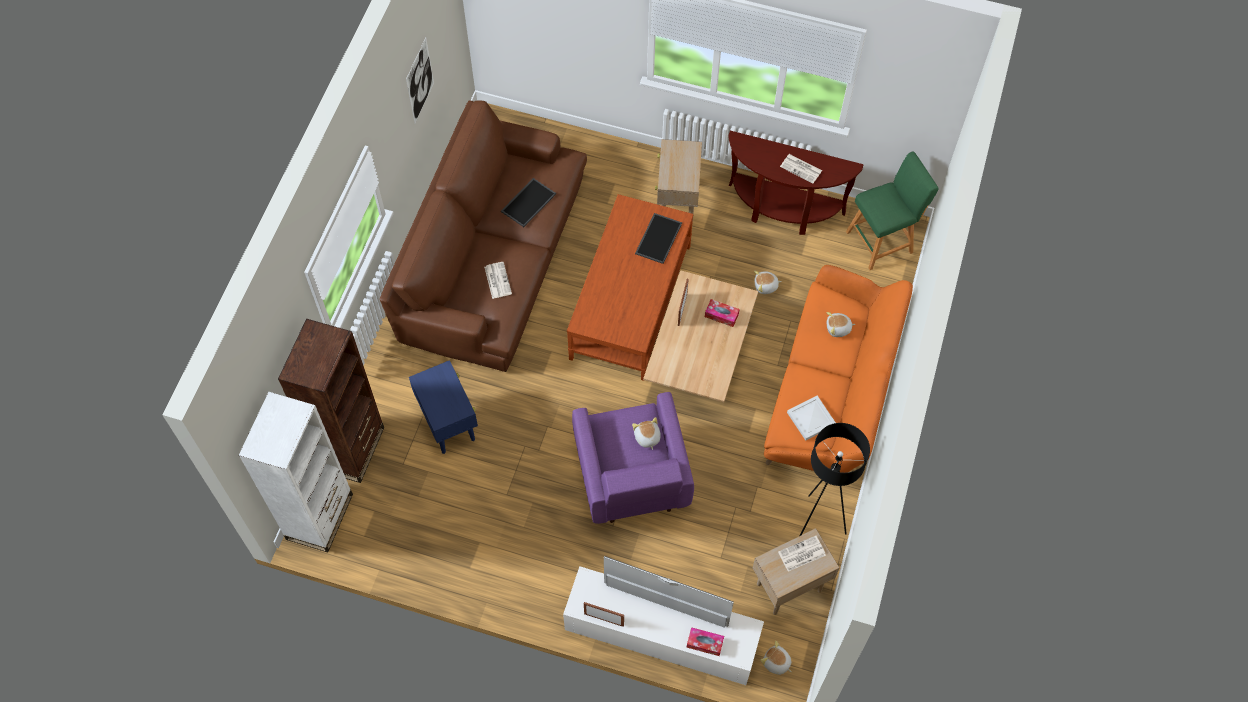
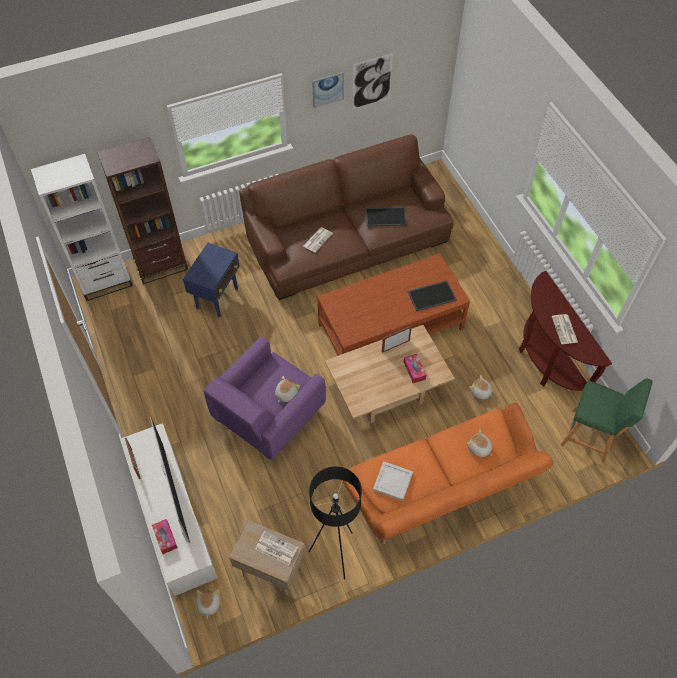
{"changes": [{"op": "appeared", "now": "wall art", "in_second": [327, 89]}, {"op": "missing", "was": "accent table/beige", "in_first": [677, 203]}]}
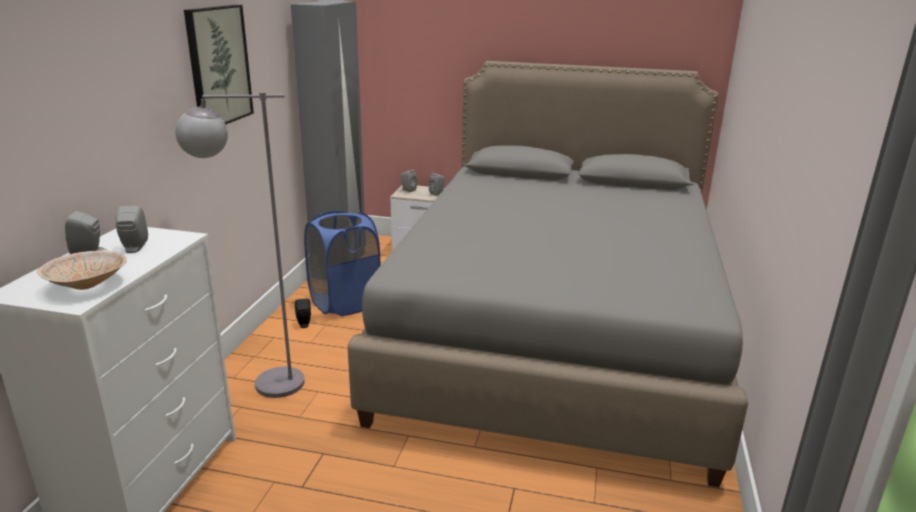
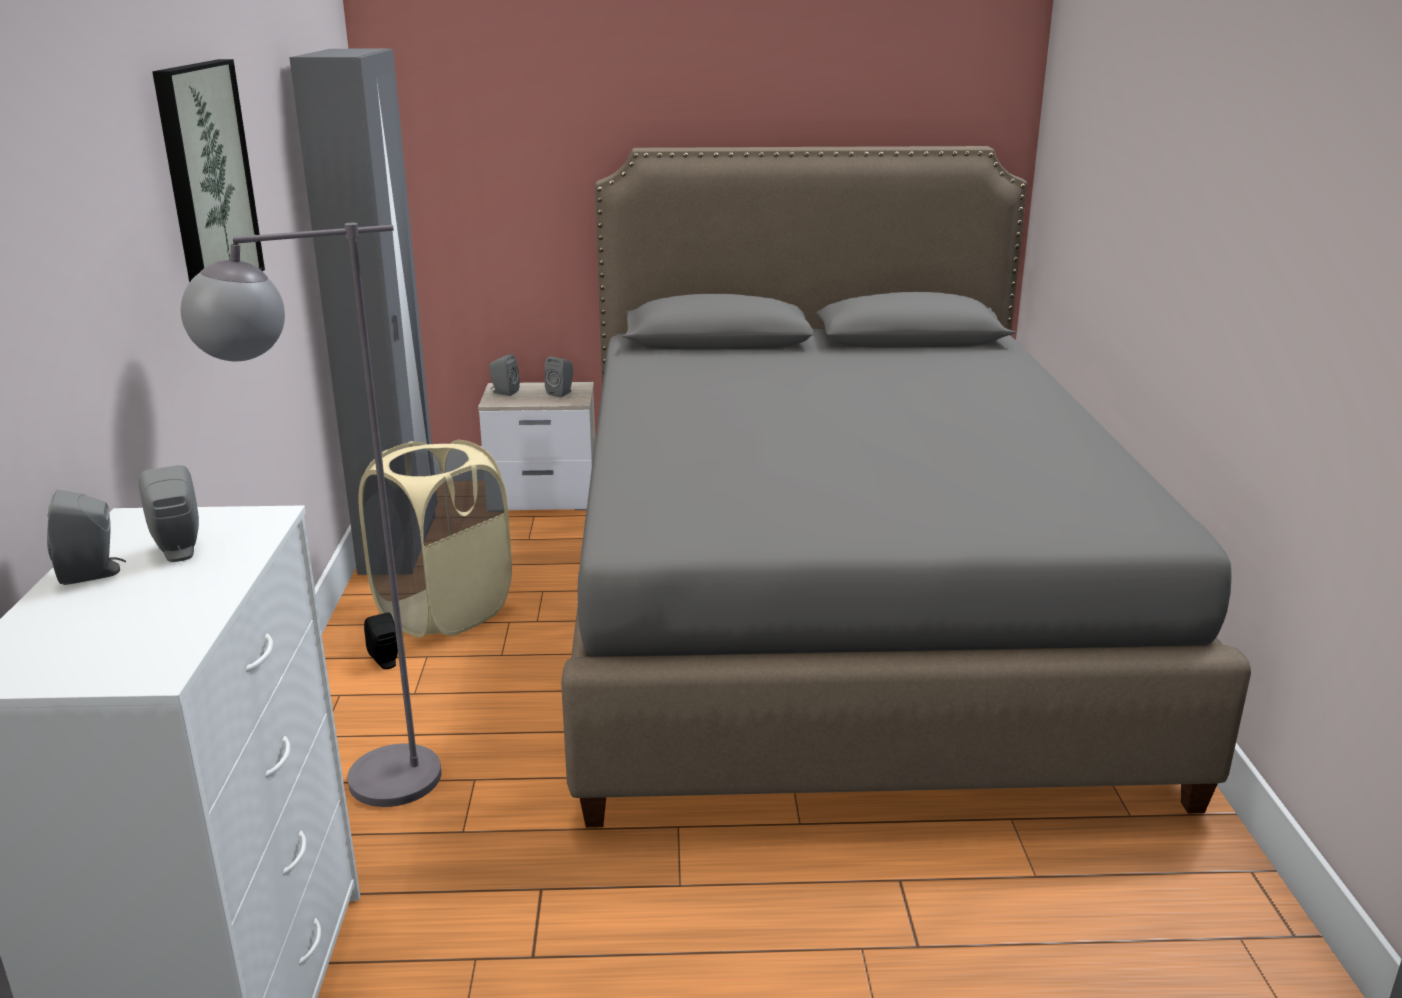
{"changes": [{"op": "colour", "was": "washing basket/blue-coloured", "now": "washing basket/beige", "in_first": [345, 303], "in_second": [444, 611]}, {"op": "missing", "was": "serving bowl/beige", "in_first": [88, 284]}]}
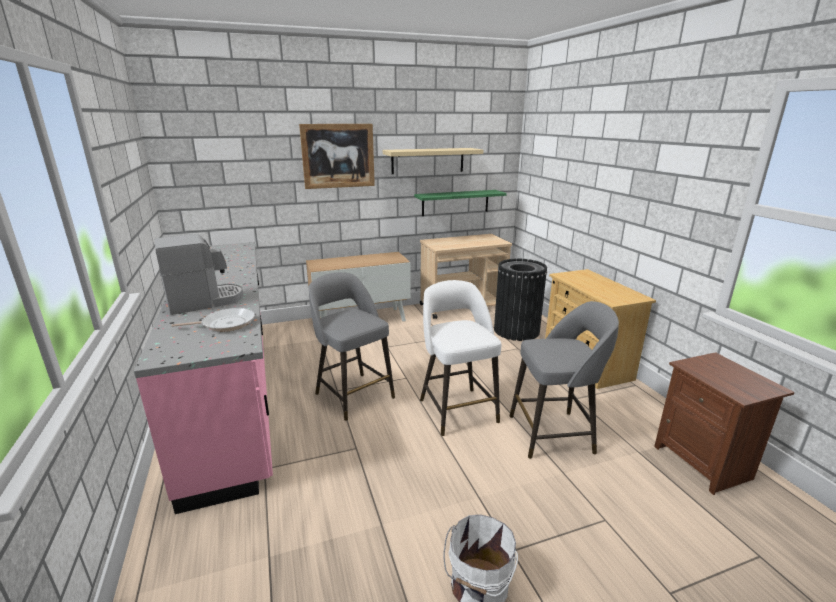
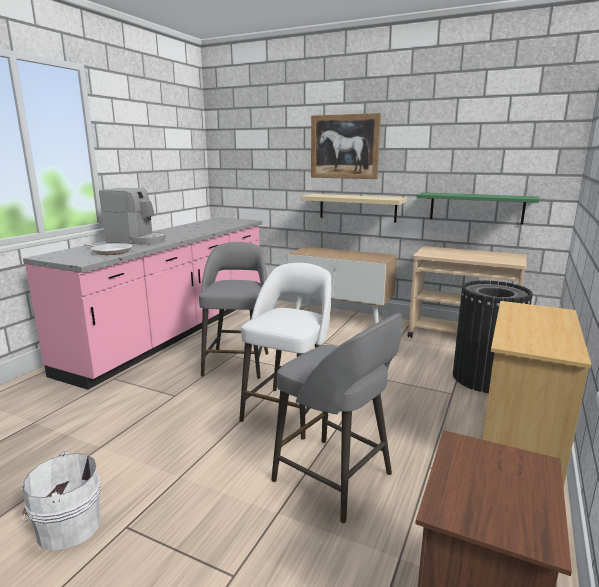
{"changes": [{"op": "relocated", "was": "bracket shelf/beige", "in_first": [428, 160], "in_second": [357, 207]}]}
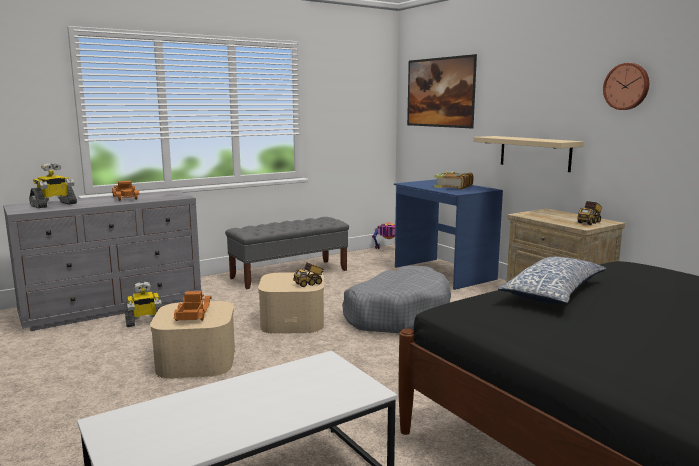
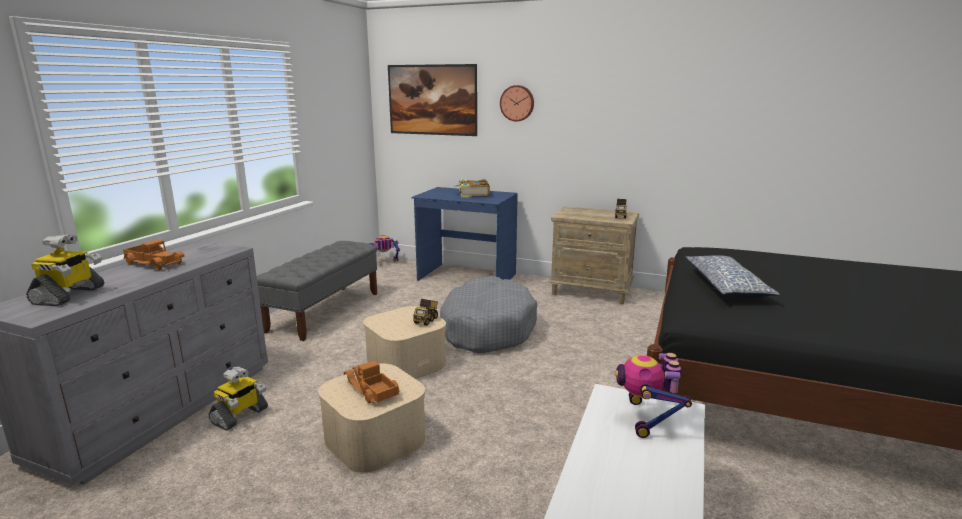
{"changes": [{"op": "relocated", "was": "hanging clock", "in_first": [627, 86], "in_second": [517, 103]}, {"op": "appeared", "now": "toy robot", "in_second": [648, 419]}, {"op": "missing", "was": "bracket shelf/beige", "in_first": [534, 153]}]}
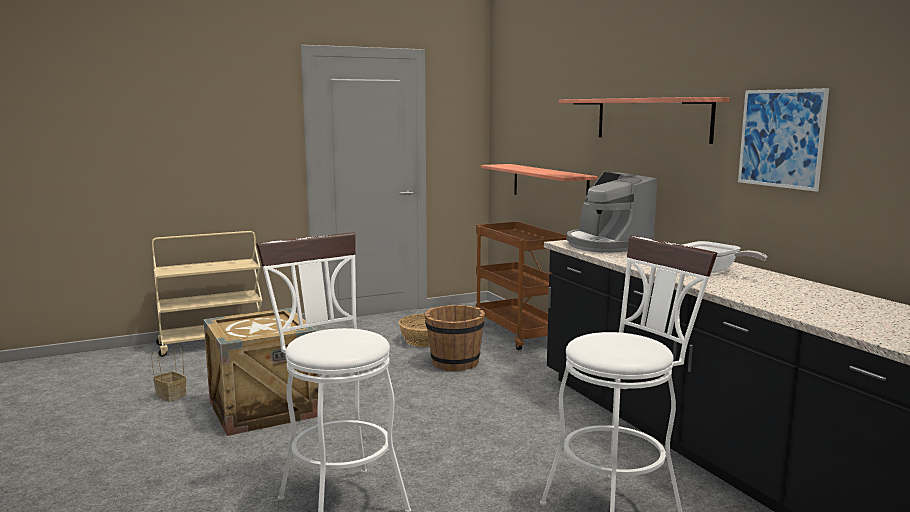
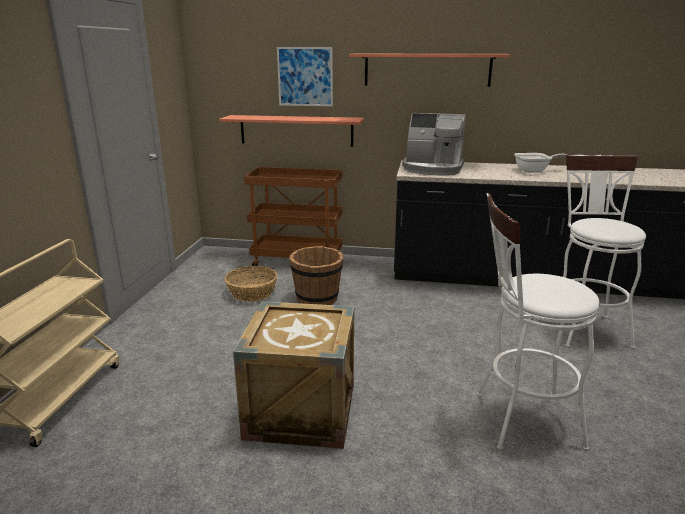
{"changes": [{"op": "relocated", "was": "wall art", "in_first": [781, 138], "in_second": [305, 76]}, {"op": "missing", "was": "basket", "in_first": [170, 395]}]}
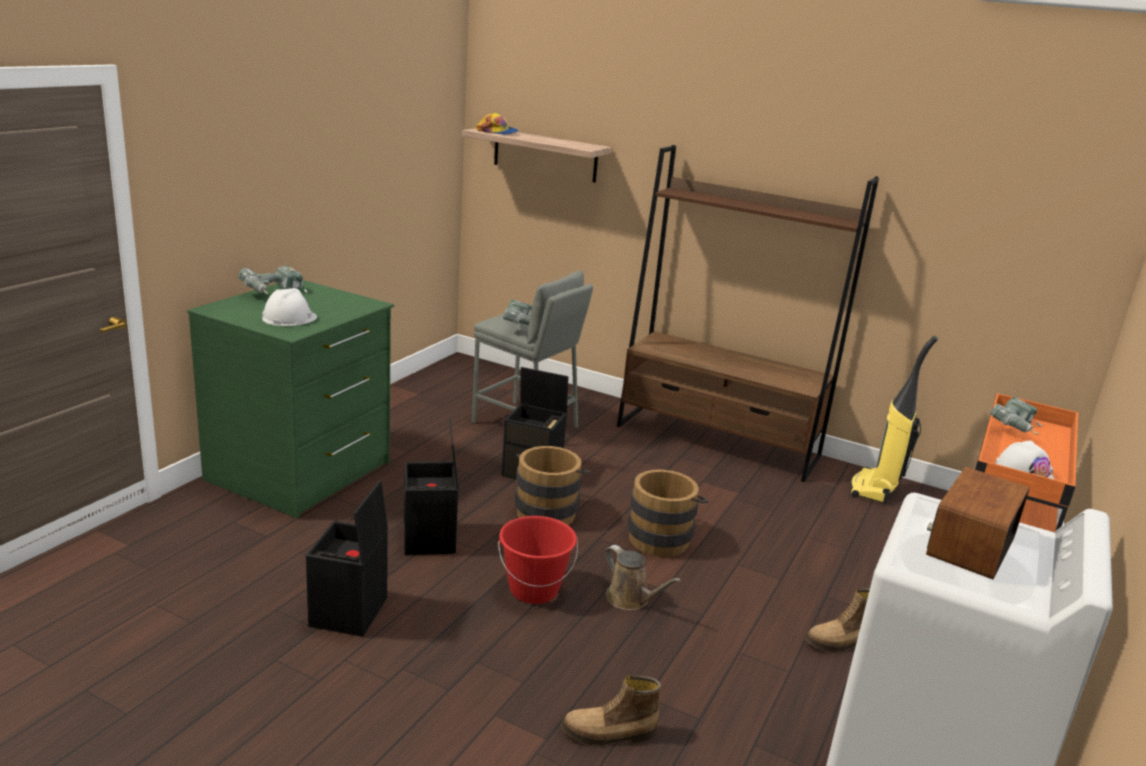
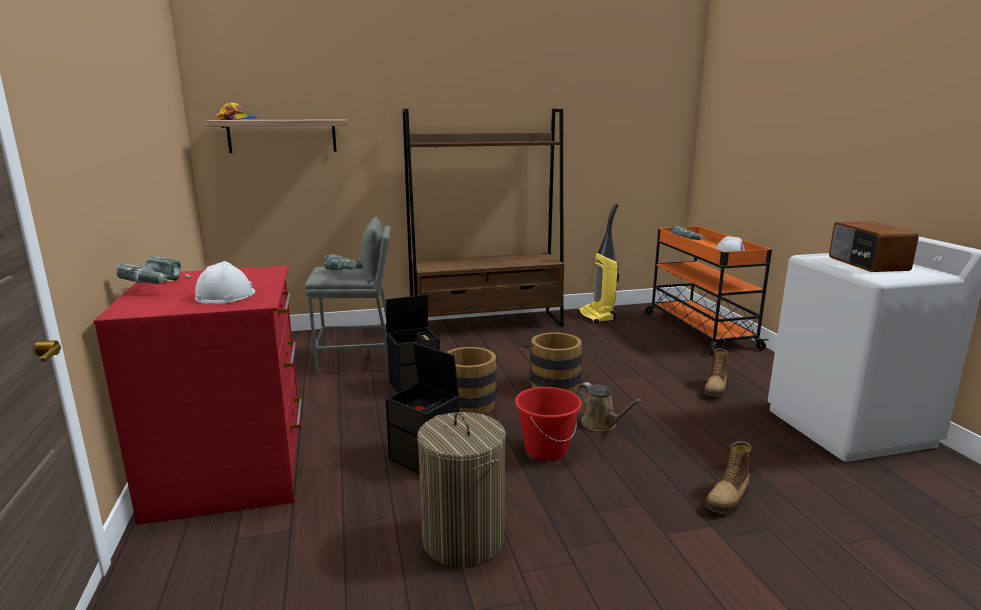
{"changes": [{"op": "colour", "was": "drawer chest/green", "now": "drawer chest/red", "in_first": [301, 472], "in_second": [233, 469]}, {"op": "exchanged", "was": "storage container/blackish", "now": "washing basket", "in_first": [349, 613], "in_second": [463, 539]}, {"op": "spun", "was": "watering can/brown-coloured", "in_first": [630, 599], "in_second": [601, 424], "clockwise": 45}]}
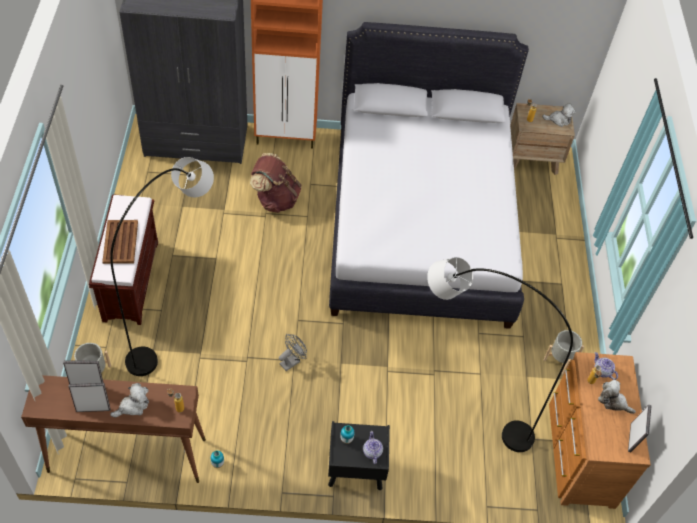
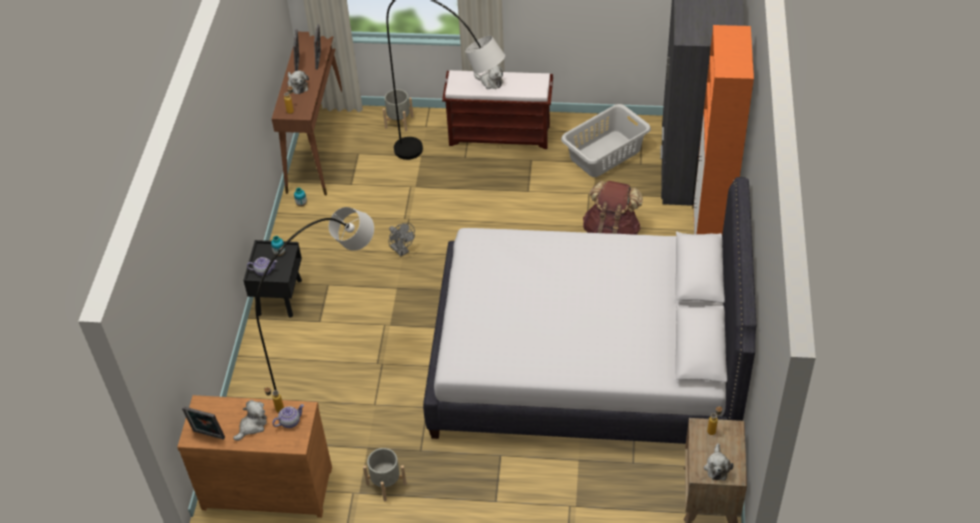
{"changes": [{"op": "exchanged", "was": "serving tray/brown-coloured", "now": "cuddly toy", "in_first": [120, 242], "in_second": [490, 82]}, {"op": "appeared", "now": "washing basket/greyish", "in_second": [606, 154]}]}
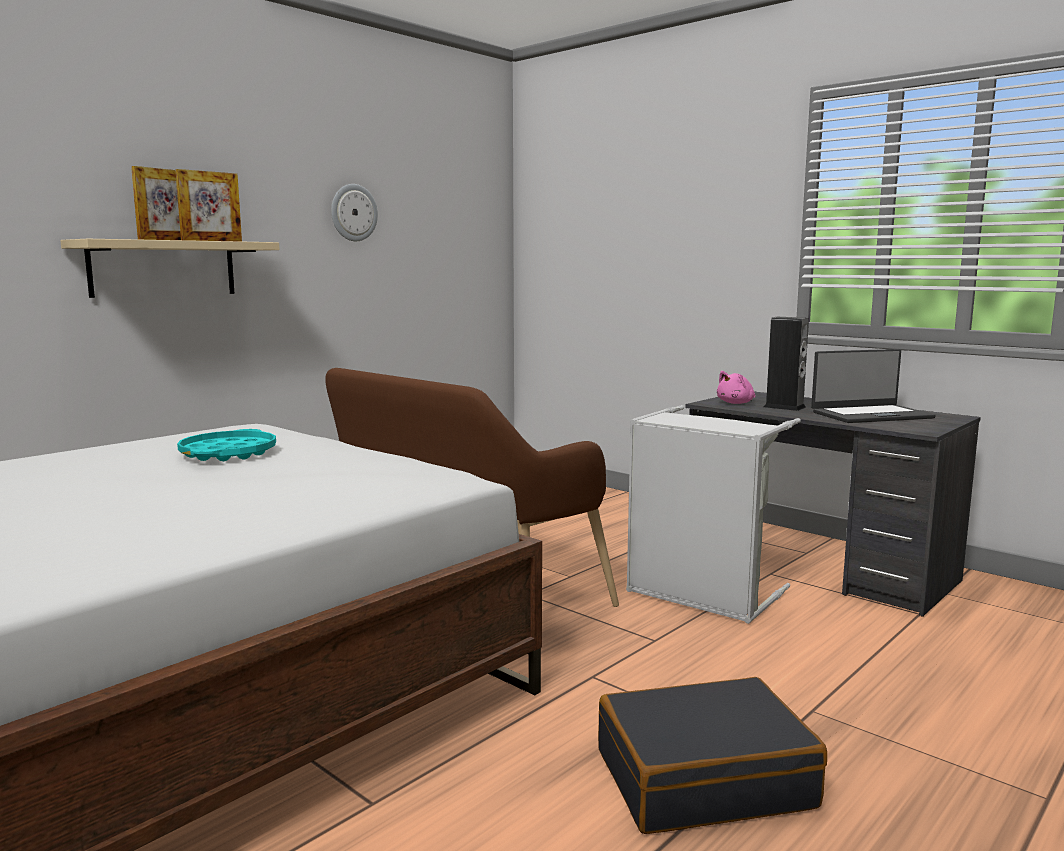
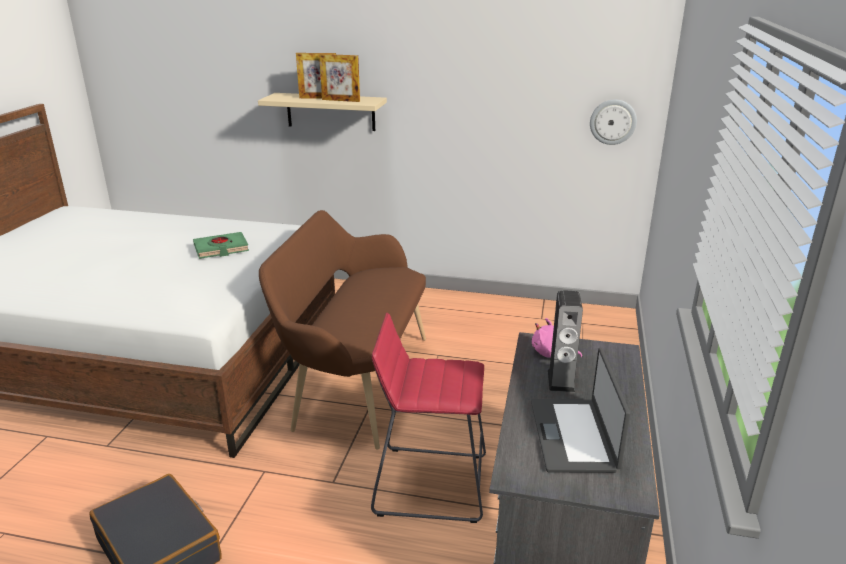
{"changes": [{"op": "exchanged", "was": "serving tray/turquoise-coloured", "now": "book/green", "in_first": [228, 453], "in_second": [221, 249]}, {"op": "exchanged", "was": "washing basket/greyish", "now": "stool seat/red", "in_first": [701, 596], "in_second": [430, 483]}, {"op": "spun", "was": "notebook computer", "in_first": [870, 415], "in_second": [574, 435], "clockwise": 45}, {"op": "relocated", "was": "hanging clock", "in_first": [353, 212], "in_second": [613, 122]}]}
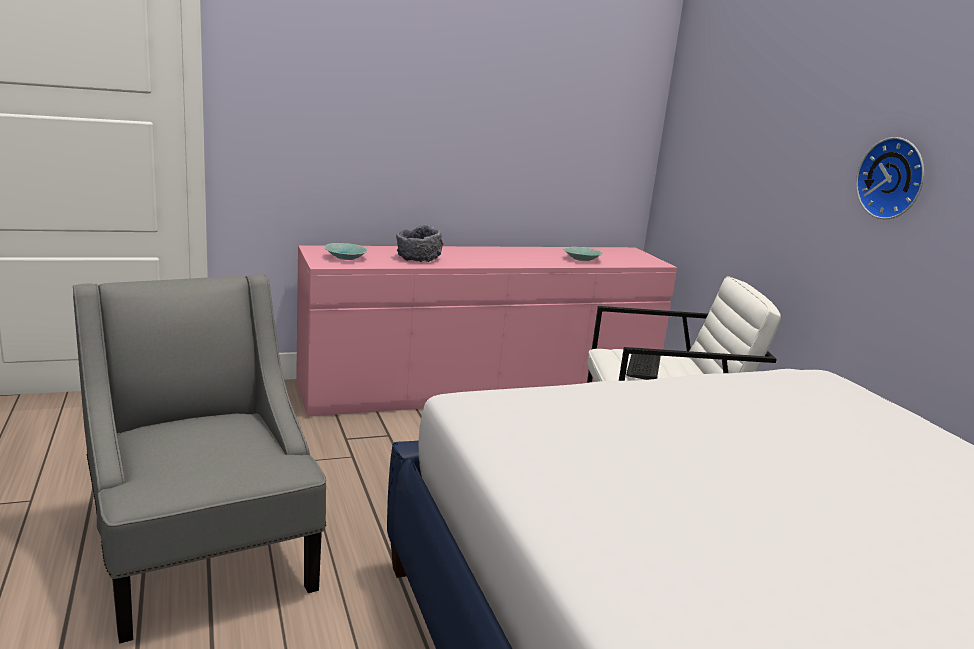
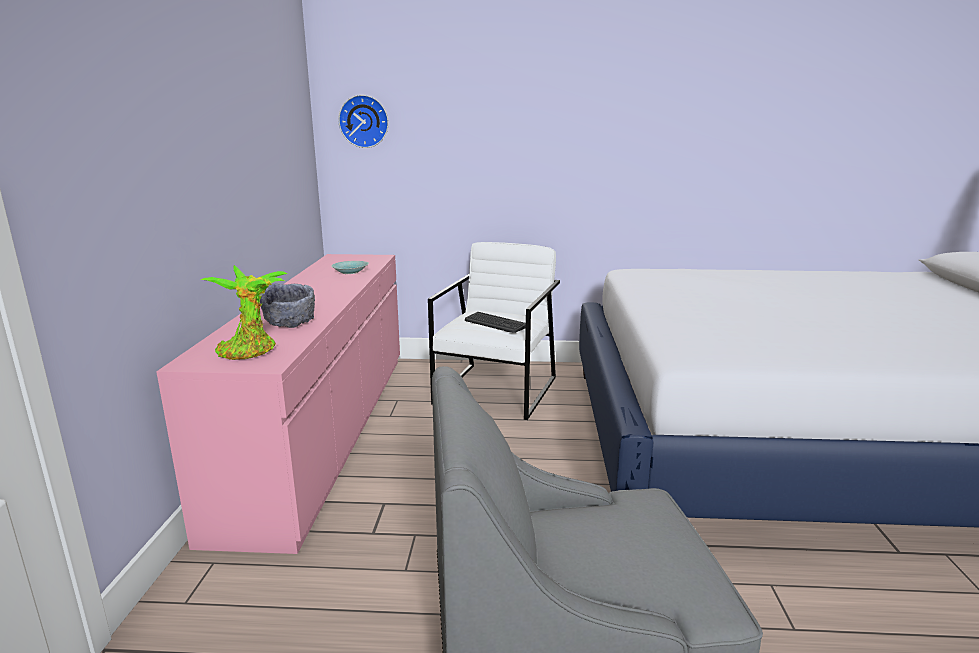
{"changes": [{"op": "exchanged", "was": "serving bowl/turquoise-coloured", "now": "houseplant", "in_first": [346, 257], "in_second": [250, 351]}, {"op": "relocated", "was": "hanging clock", "in_first": [893, 178], "in_second": [364, 121]}]}
